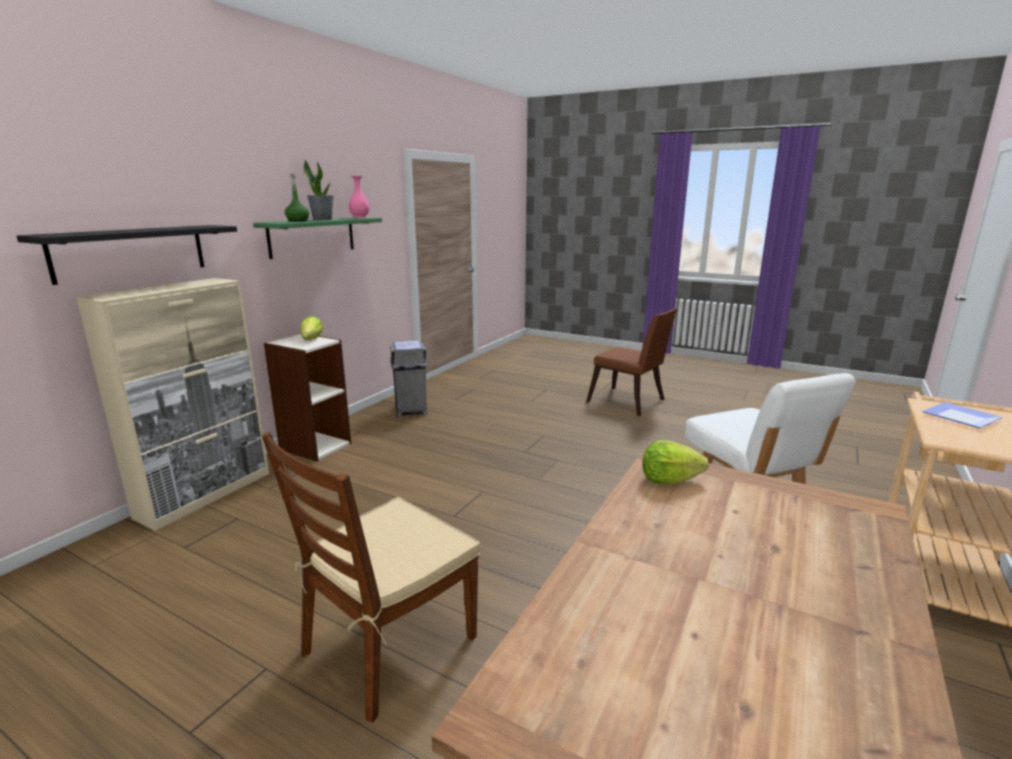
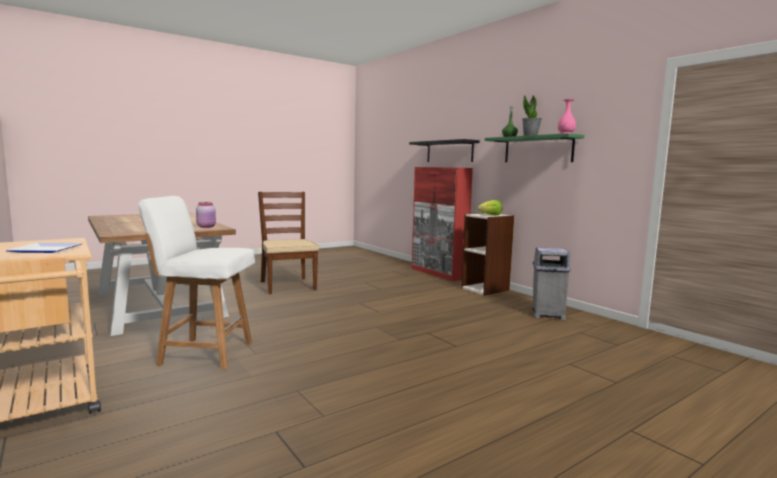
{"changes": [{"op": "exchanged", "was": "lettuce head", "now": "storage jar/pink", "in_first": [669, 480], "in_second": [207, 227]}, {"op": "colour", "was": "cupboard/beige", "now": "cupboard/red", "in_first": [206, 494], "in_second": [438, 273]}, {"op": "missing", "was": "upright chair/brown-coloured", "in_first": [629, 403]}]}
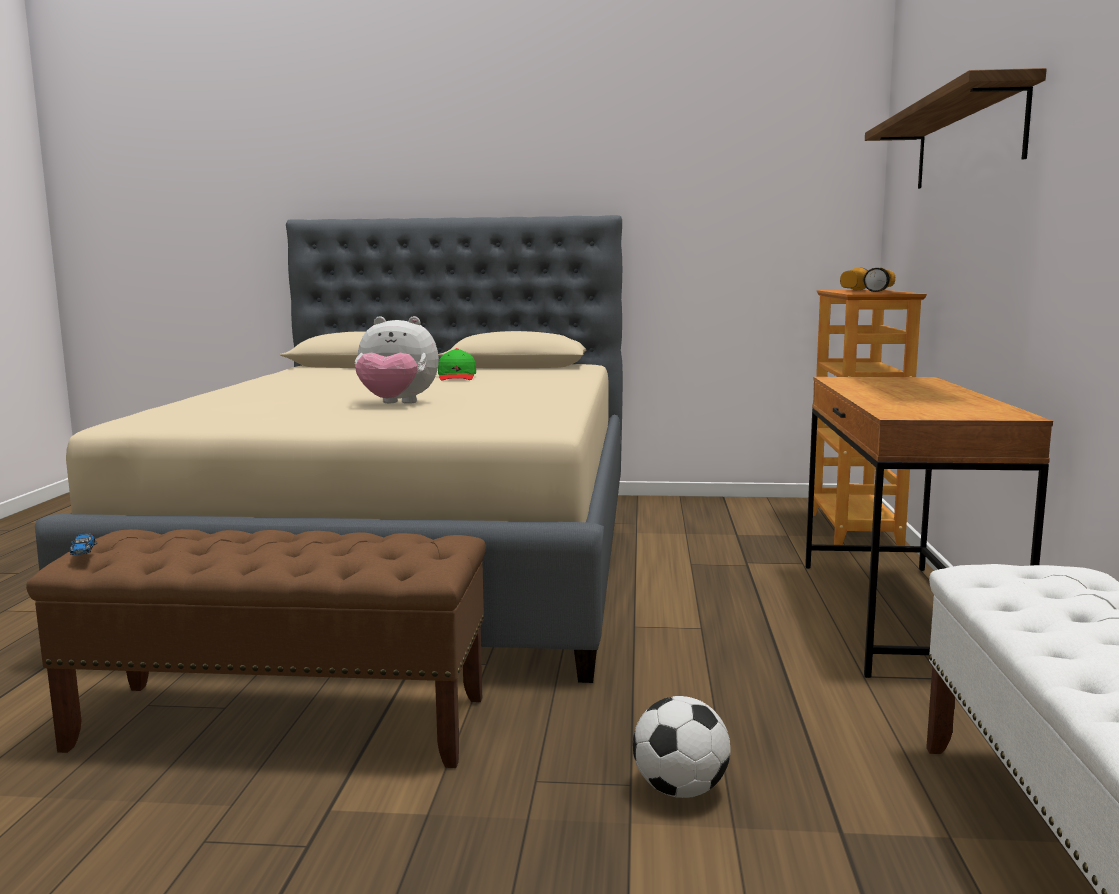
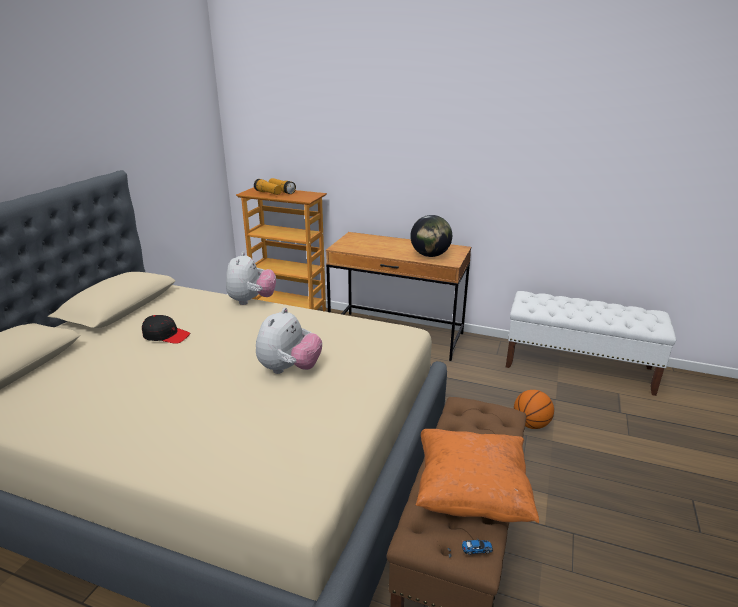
{"changes": [{"op": "colour", "was": "baseball cap/green", "now": "baseball cap/blackish", "in_first": [457, 377], "in_second": [166, 335]}, {"op": "appeared", "now": "cuddly toy", "in_second": [251, 301]}, {"op": "appeared", "now": "world globe", "in_second": [430, 255]}, {"op": "appeared", "now": "cushion/orange-coloured", "in_second": [471, 495]}, {"op": "exchanged", "was": "football", "now": "basketball", "in_first": [680, 790], "in_second": [531, 424]}, {"op": "missing", "was": "bracket shelf", "in_first": [967, 141]}]}
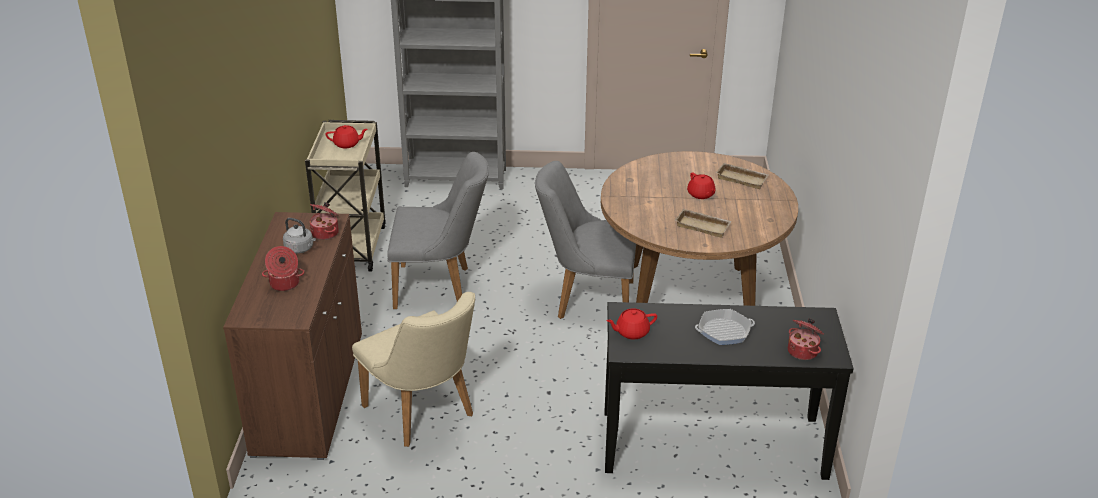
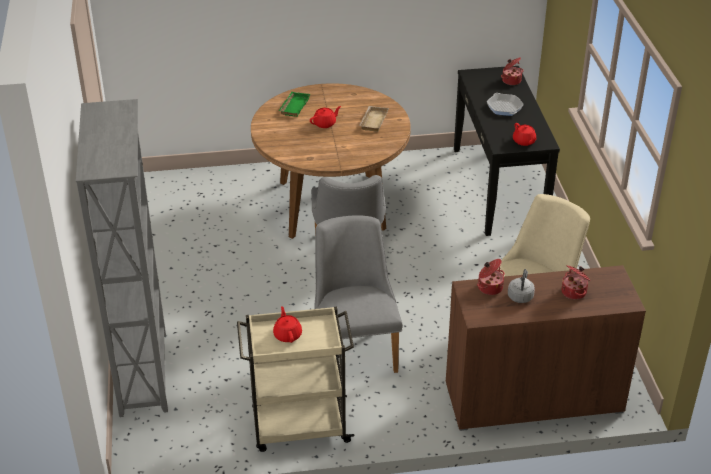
{"changes": [{"op": "colour", "was": "serving tray/beige", "now": "serving tray/green", "in_first": [742, 179], "in_second": [293, 106]}]}
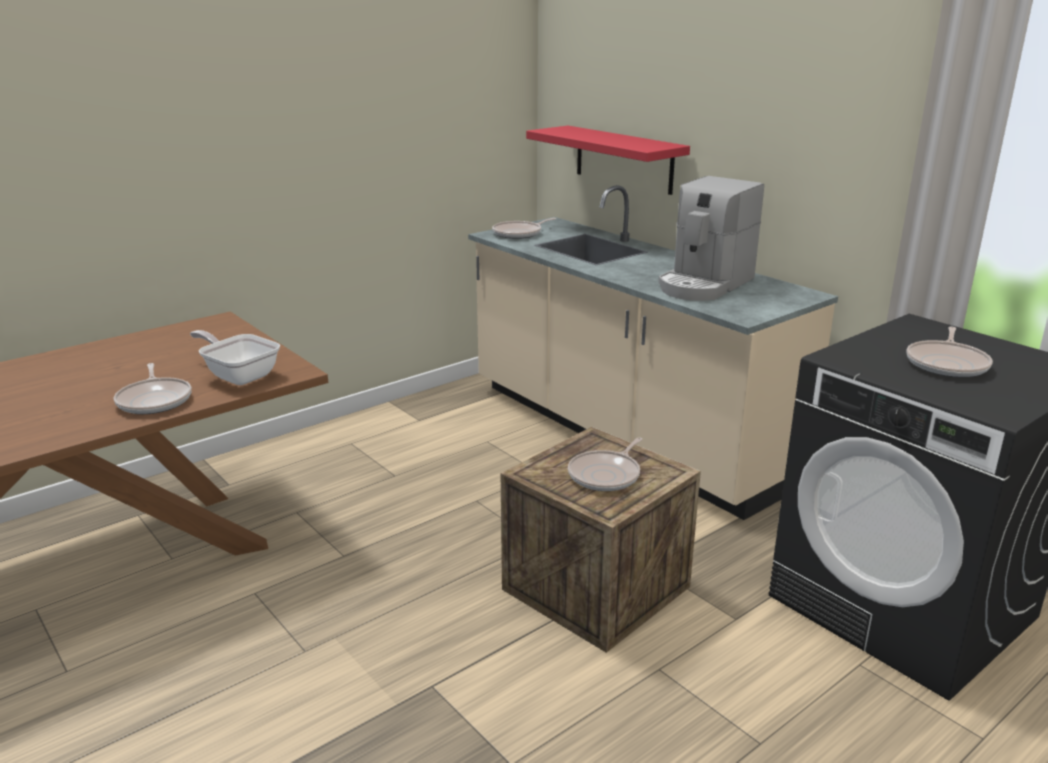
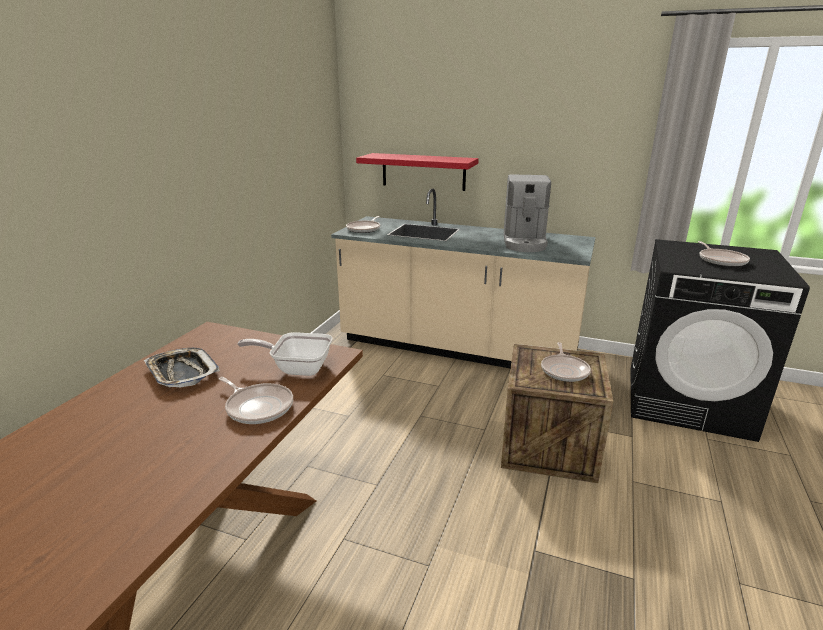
{"changes": [{"op": "appeared", "now": "serving tray", "in_second": [182, 372]}]}
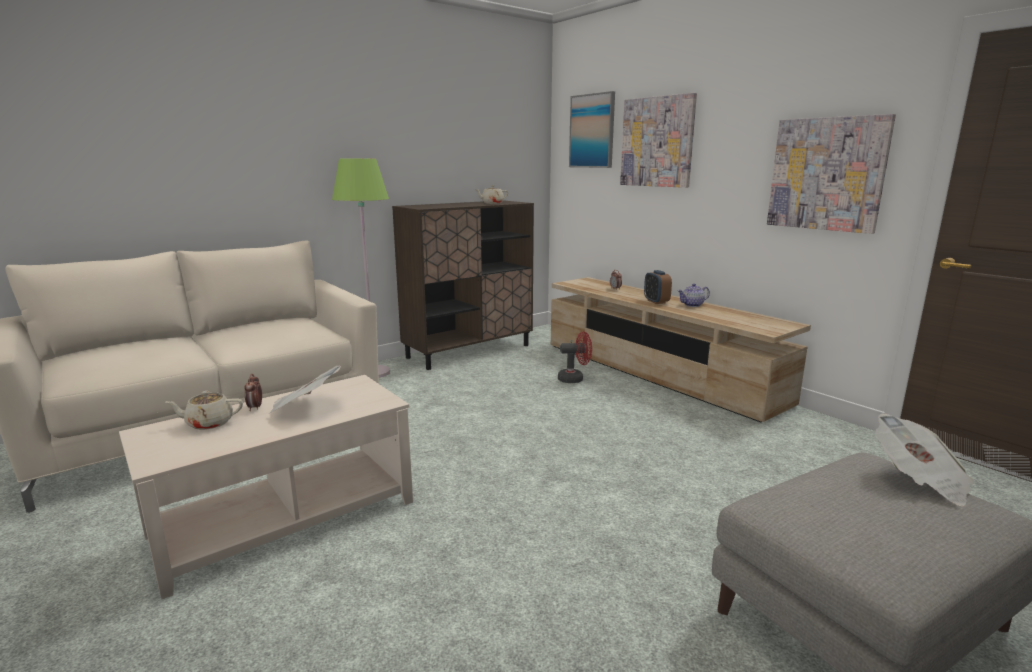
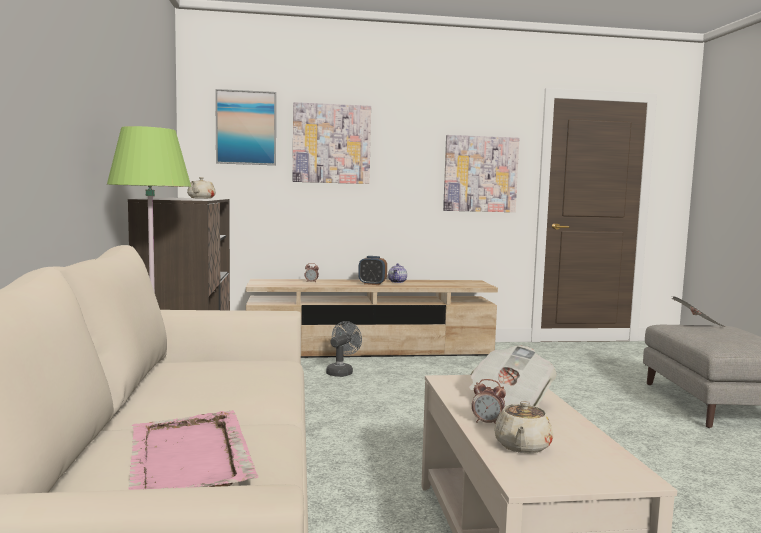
{"changes": [{"op": "appeared", "now": "serving tray/pink", "in_second": [189, 458]}, {"op": "colour", "was": "cooling fan/red", "now": "cooling fan/greyish", "in_first": [574, 379], "in_second": [341, 372]}]}
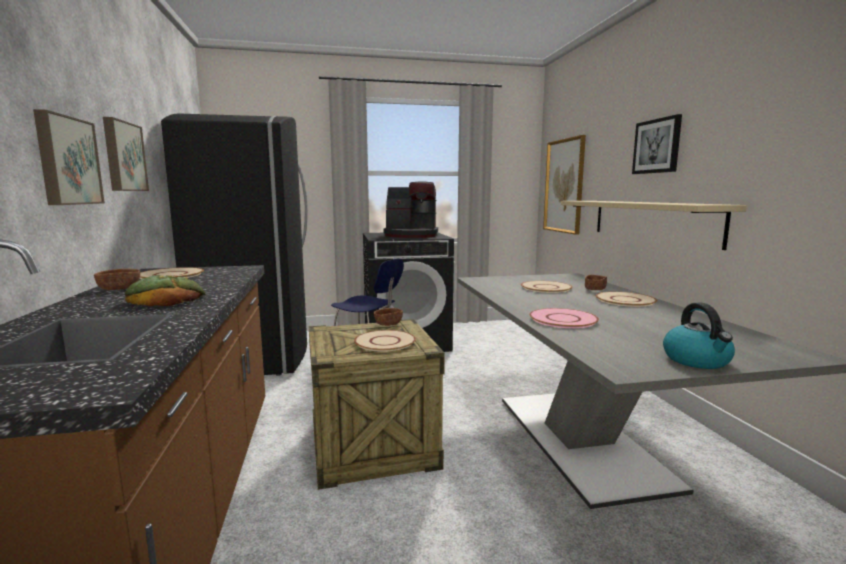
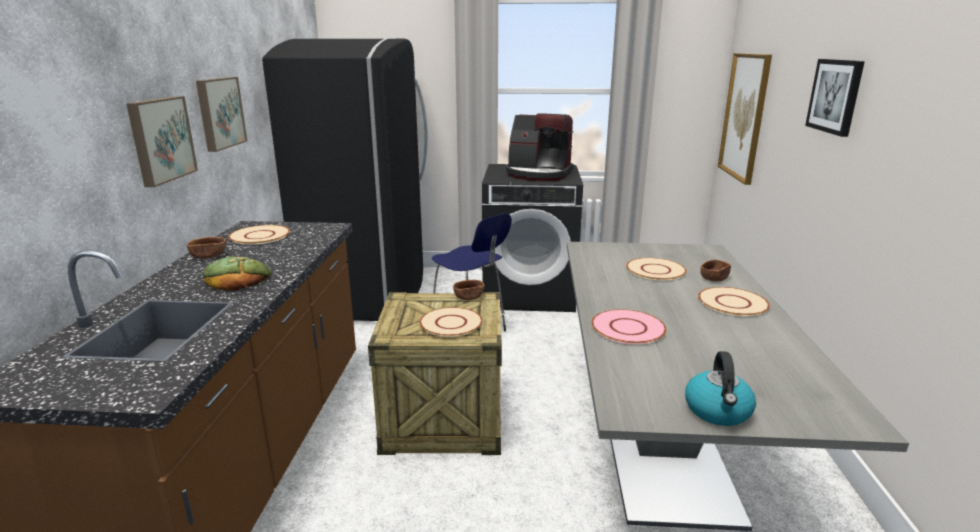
{"changes": [{"op": "missing", "was": "bracket shelf/beige", "in_first": [651, 220]}]}
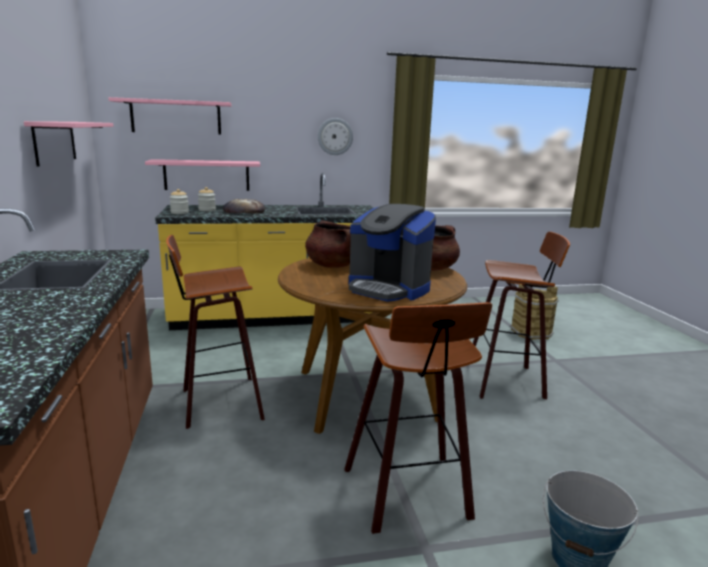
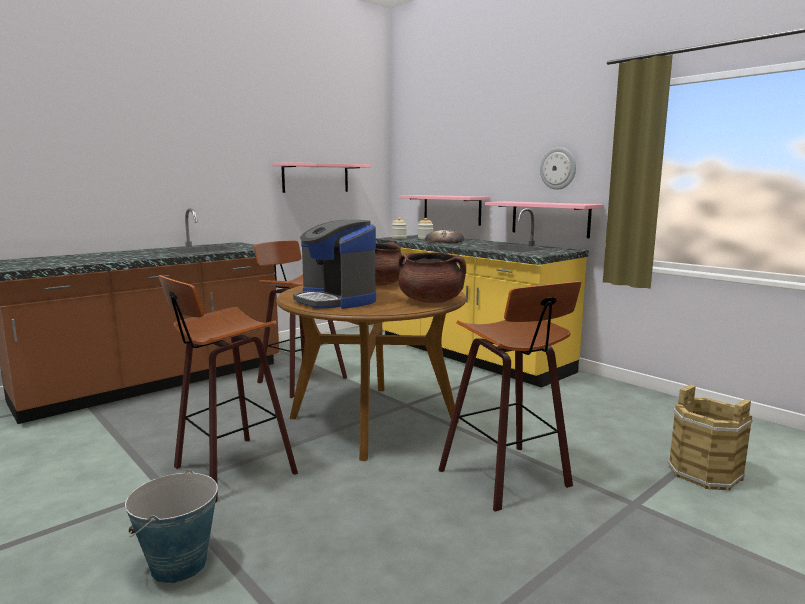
{"changes": [{"op": "spun", "was": "coffee machine", "in_first": [388, 289], "in_second": [336, 300], "clockwise": -45}, {"op": "relocated", "was": "bracket shelf/pink", "in_first": [176, 117], "in_second": [550, 219]}]}
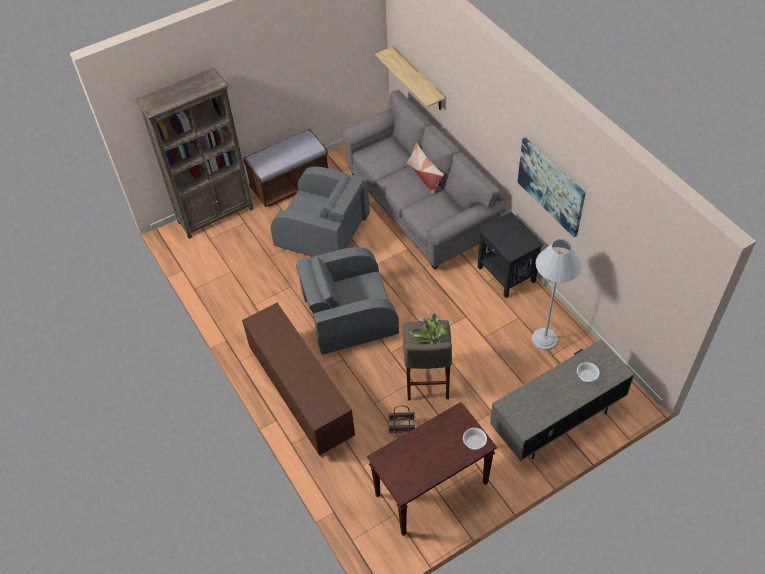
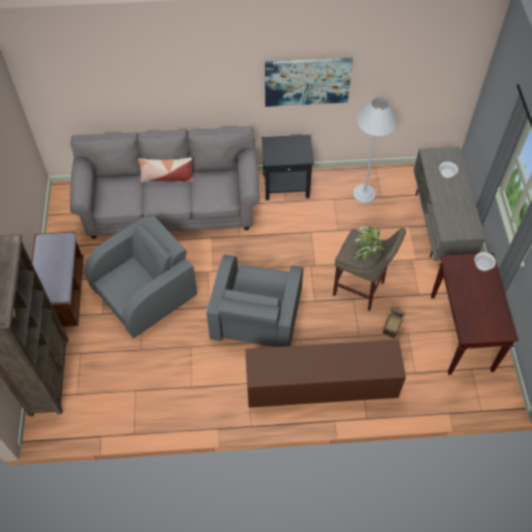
{"changes": [{"op": "missing", "was": "bracket shelf", "in_first": [418, 79]}]}
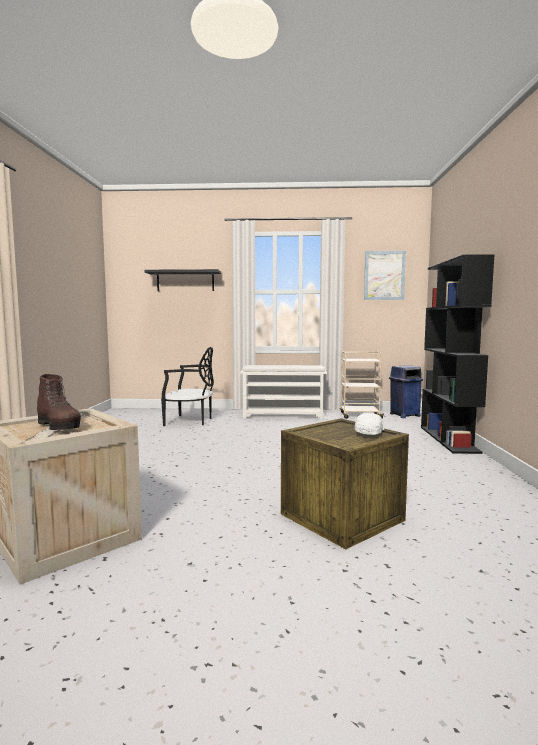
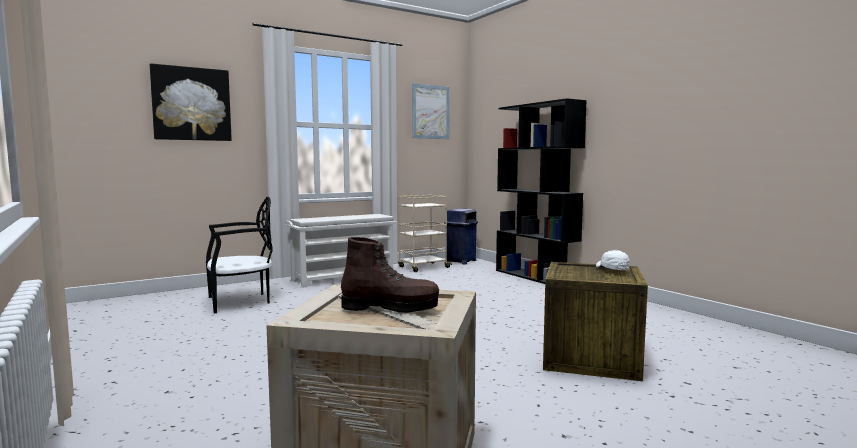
{"changes": [{"op": "exchanged", "was": "bracket shelf/blackish", "now": "wall art", "in_first": [185, 281], "in_second": [191, 104]}]}
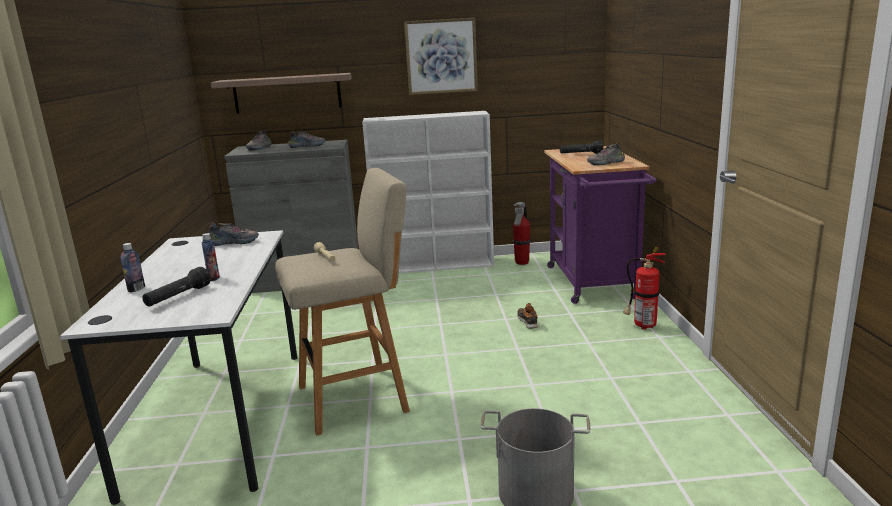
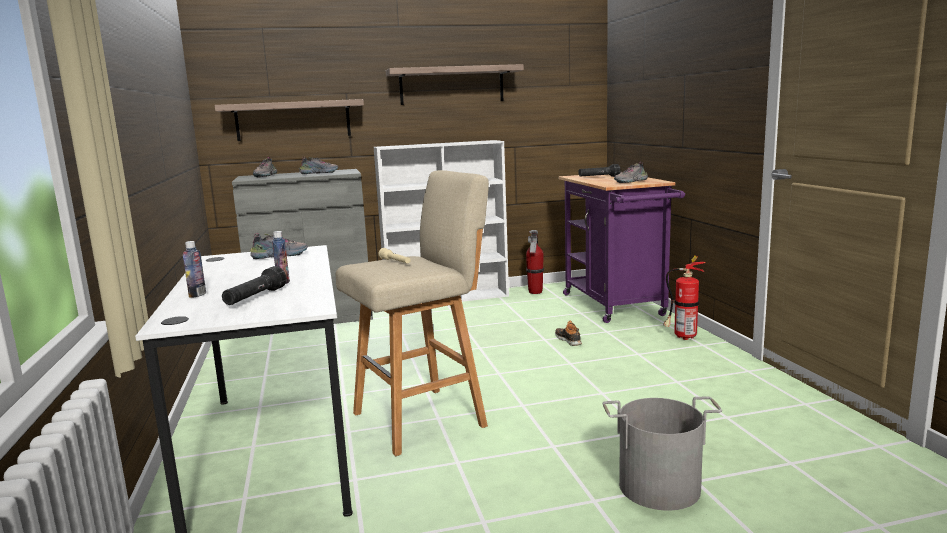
{"changes": [{"op": "exchanged", "was": "wall art", "now": "bracket shelf", "in_first": [441, 56], "in_second": [452, 85]}]}
